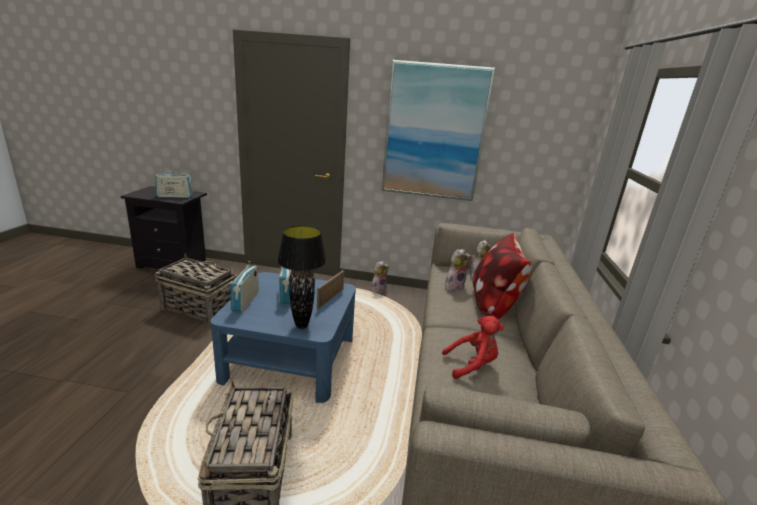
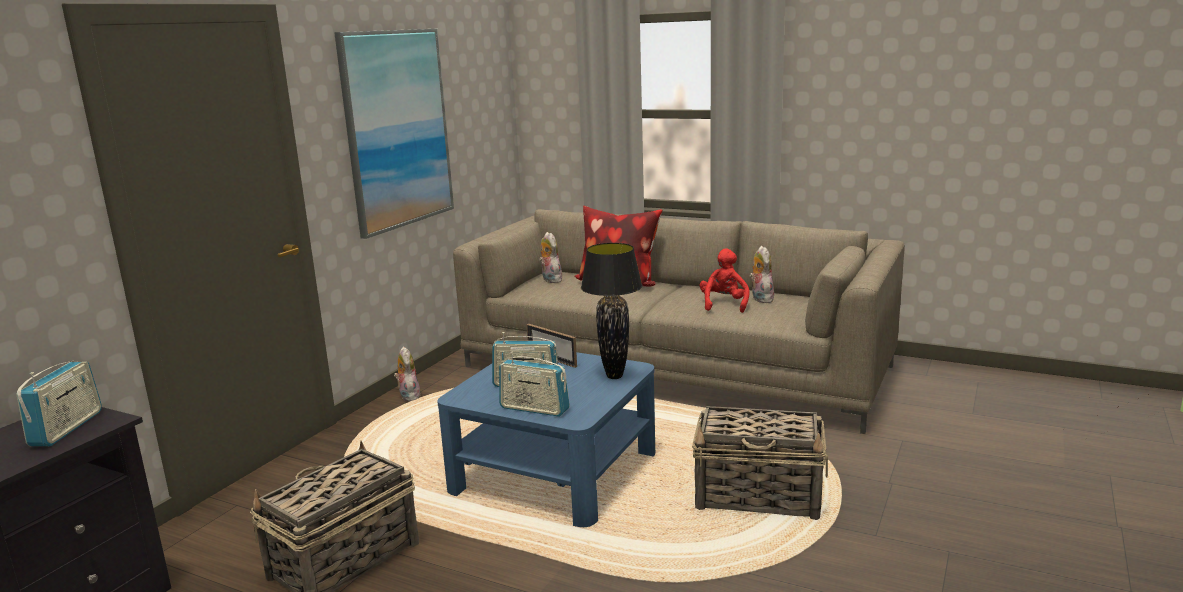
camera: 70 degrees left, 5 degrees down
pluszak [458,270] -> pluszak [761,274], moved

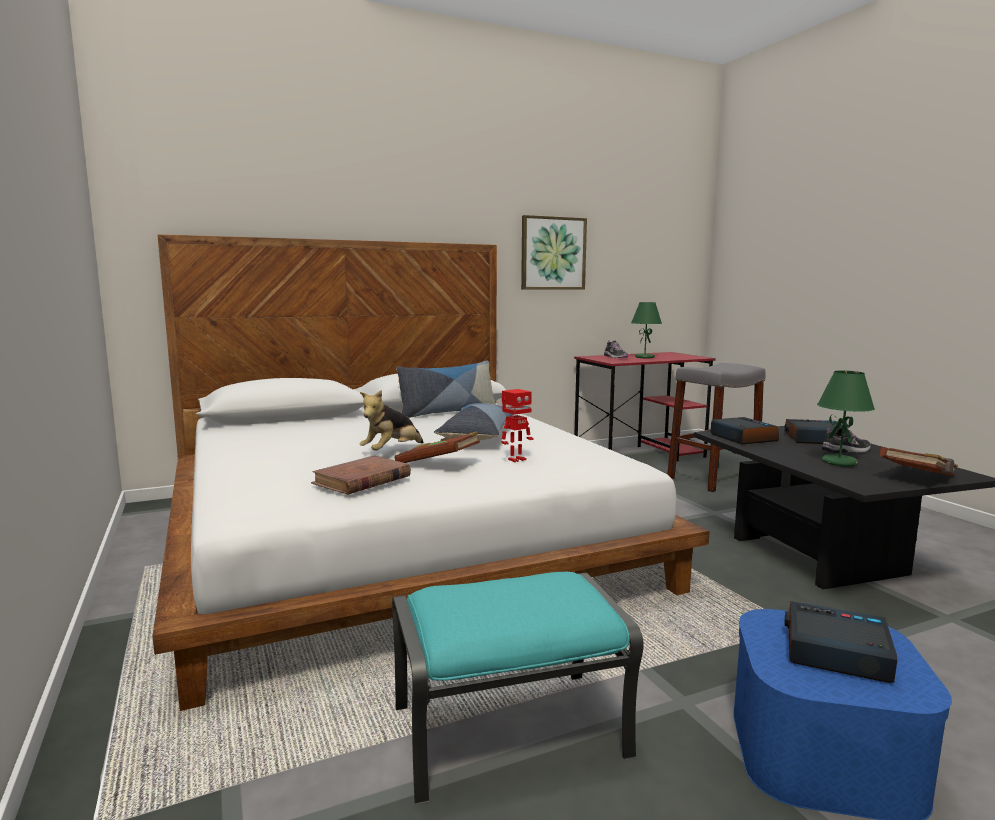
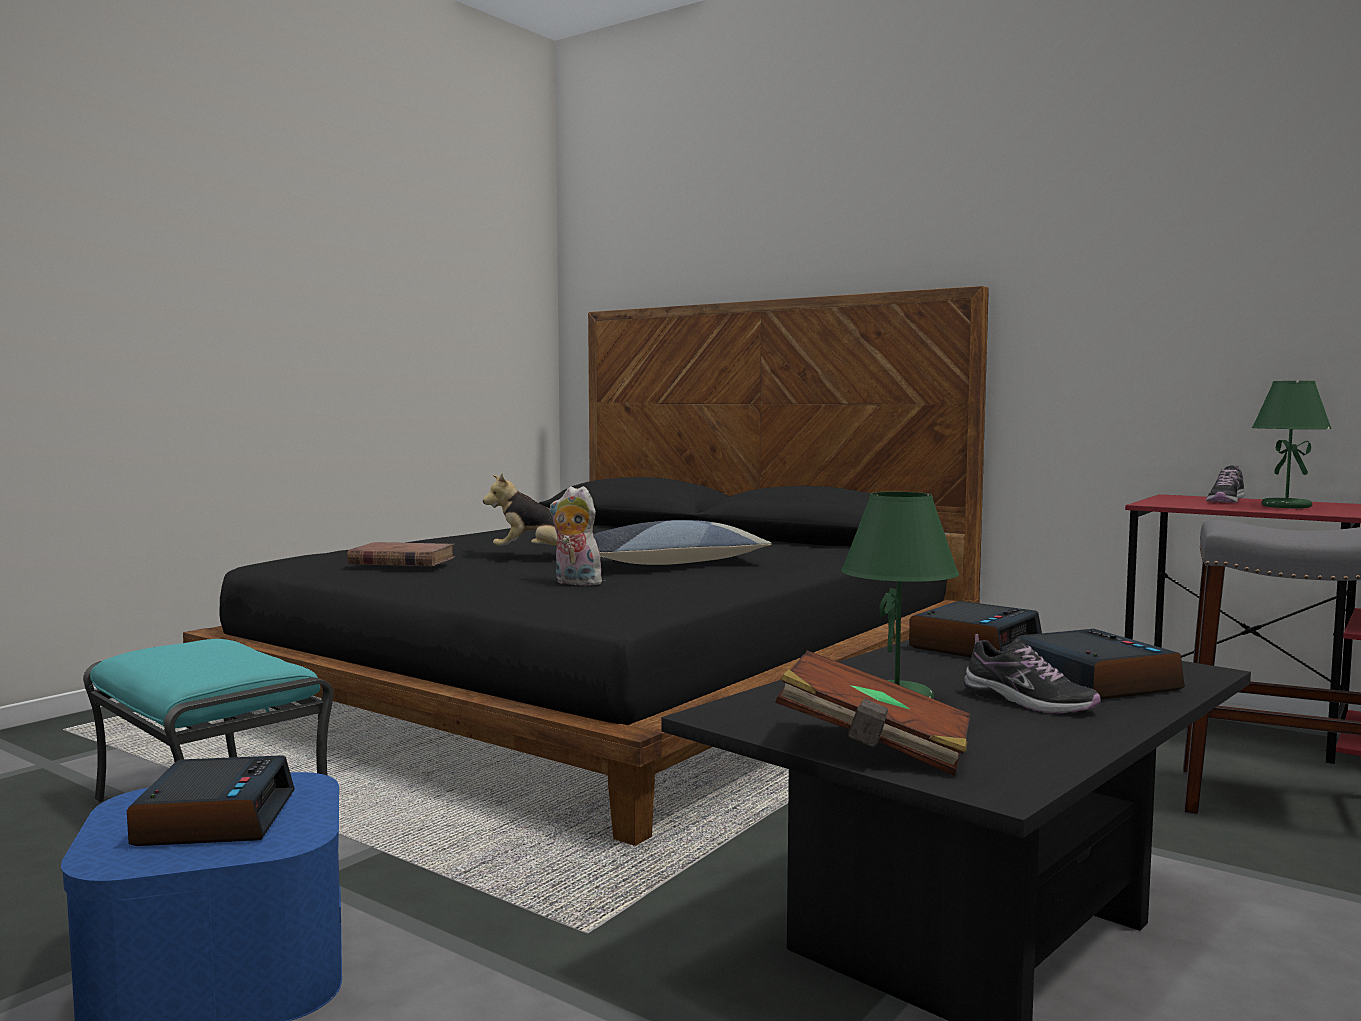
camera: 60 degrees right, 5 degrees down
łóżko/biały [431,472] -> łóżko/czarny [586,566]
robot zabawkowy [517,425] -> pluszak [576,536]
książka/brązowy [437,447] -> none
poduszka [446,389] -> none
obraz [554,252] -> none

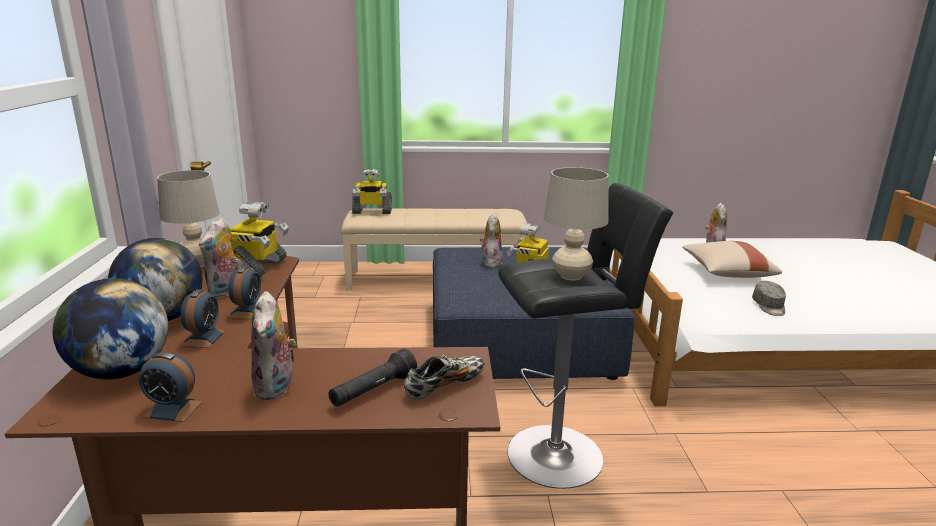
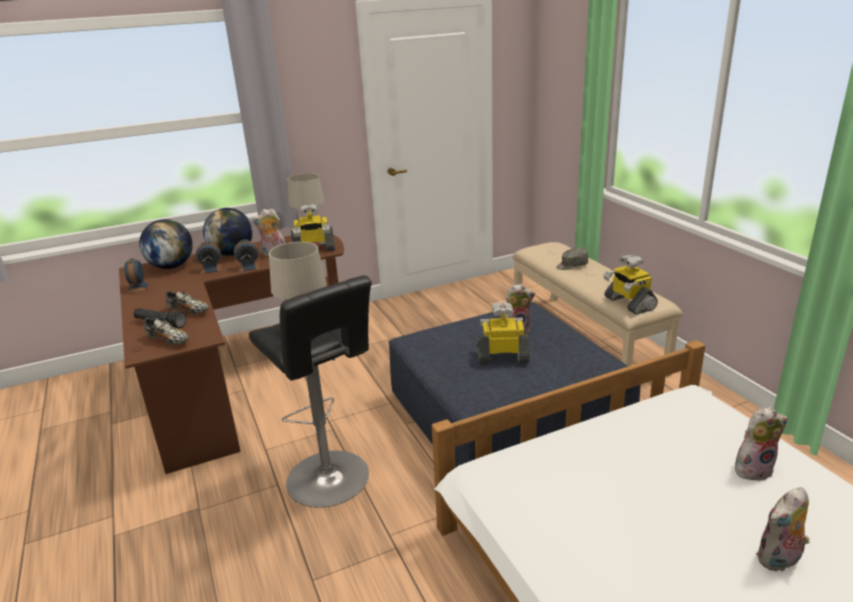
camera: 70 degrees right, 5 degrees up
none -> but [187,302]
czapka z daszkiem/szary [769,298] -> czapka z daszkiem/szary [572,259], moved
robot zabawkowy [372,191] -> robot zabawkowy [630,284], moved
pluszak [273,345] -> pluszak [783,530], moved
poduszka/beżowy [732,259] -> none

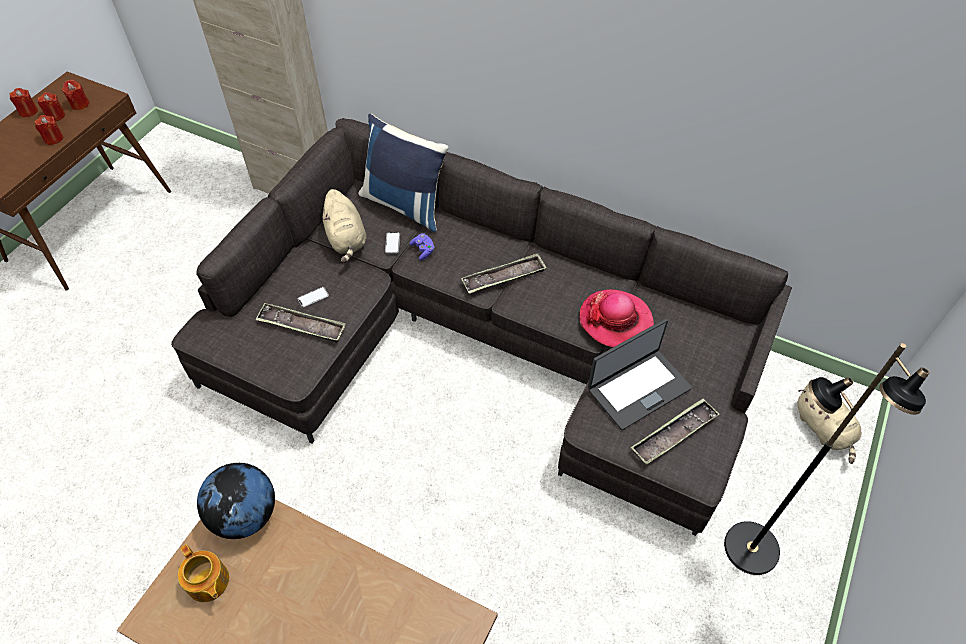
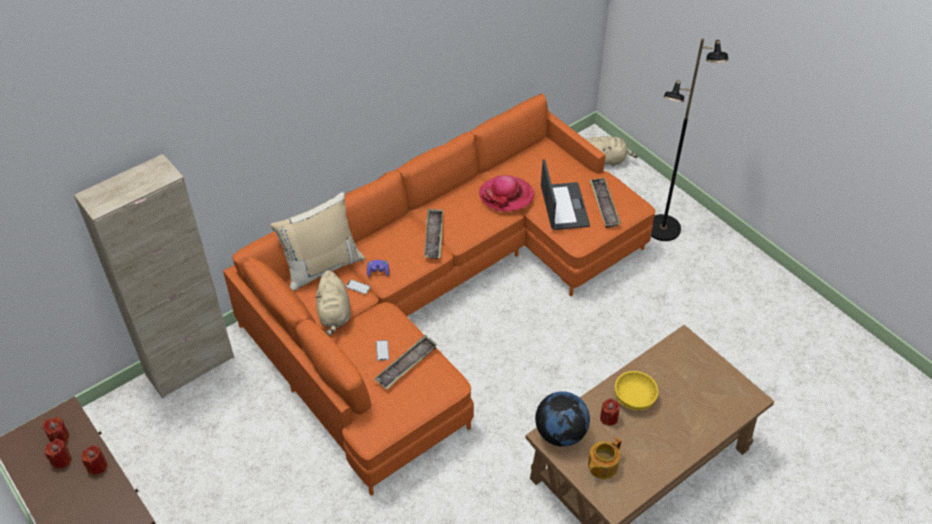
camera: 65 degrees left, 5 degrees down
kanapa/szary [481,327] -> kanapa/pomarańczowy [439,295]
poduszka/niebieski [403,173] -> poduszka/beżowy [318,241]
pluszak/beżowy [345,226] -> pluszak/beżowy [333,303], 75 degrees clockwise
imbryk [203,573] -> imbryk [605,458], 150 degrees clockwise
świeca/czerwony [23,102] -> świeca/czerwony [610,412], moved
none -> miska/żółty [636,391]

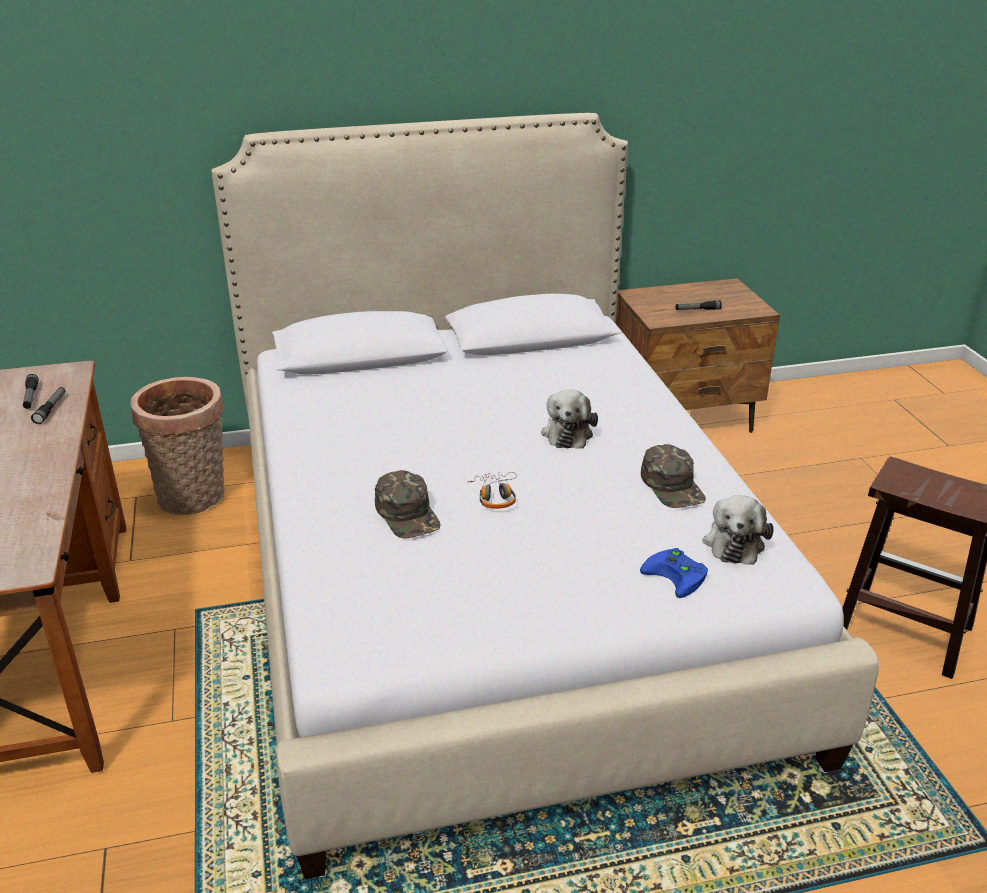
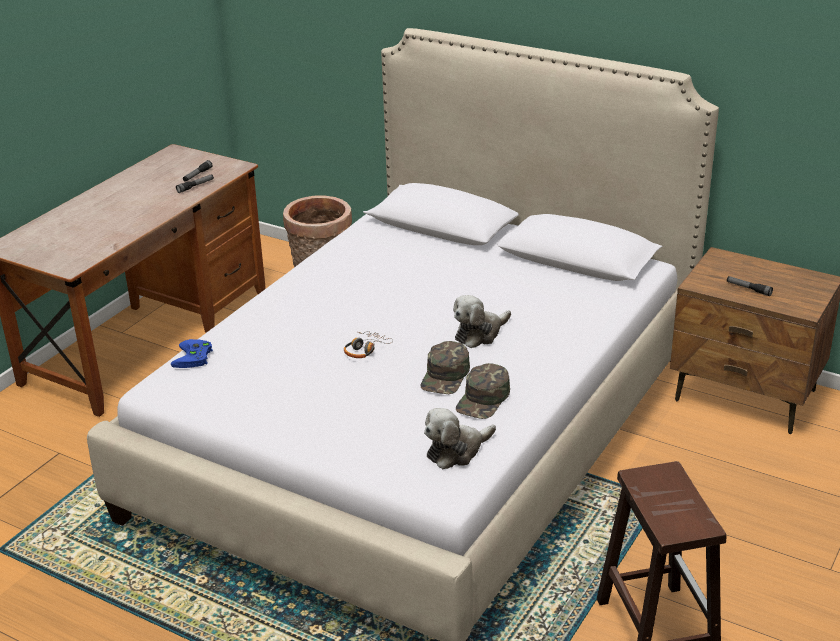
camera: 45 degrees right, 0 degrees up
pad do gier/niebieski [674,573] -> pad do gier/niebieski [192,353], moved
czapka z daszkiem/zielony [408,504] -> czapka z daszkiem/zielony [445,367], moved

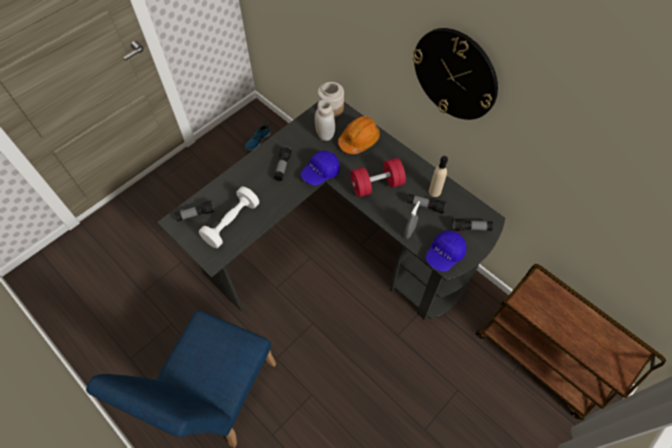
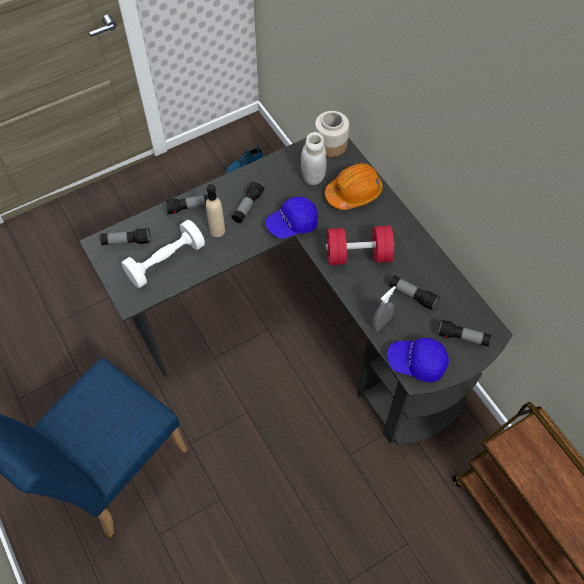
camera: 15 degrees right, 0 degrees up
none -> latarka [186,204]
butelka/beżowy [438,176] -> butelka/beżowy [215,210], moved
czapka z daszkiem/niebieski [446,251] -> czapka z daszkiem/niebieski [418,360], 45 degrees clockwise
zegar ścienny [455,74] -> none

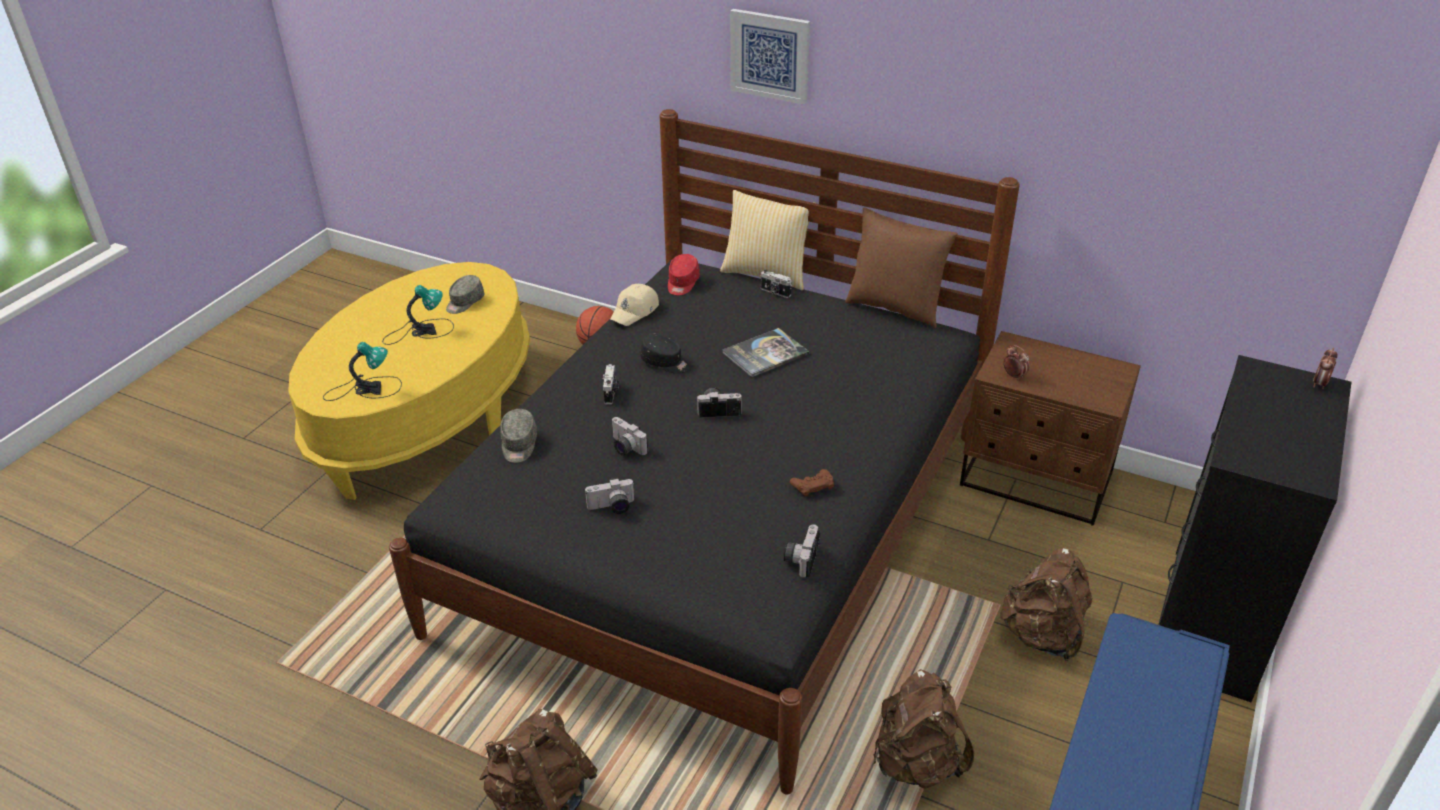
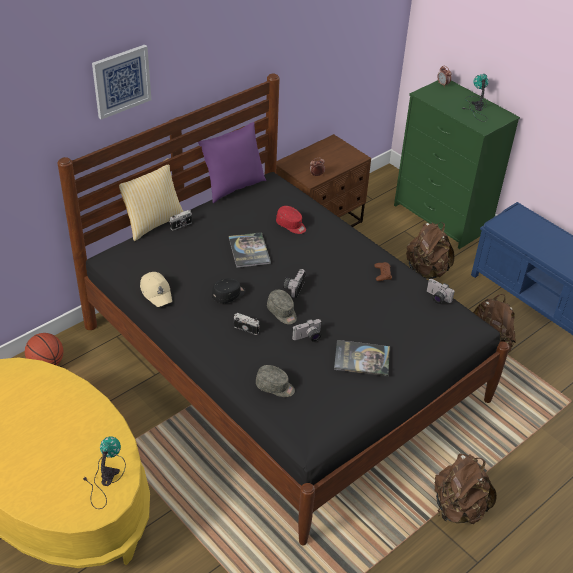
camera: 70 degrees left, 5 degrees up
poduszka/brązowy [901,268] -> poduszka/fioletowy [232,162]
czapka z daszkiem/szary [465,294] -> czapka z daszkiem/szary [282,307], moved
czapka z daszkiem/czerwony [684,274] -> czapka z daszkiem/czerwony [291,220], moved
aparat fotograficzny [609,496] -> książka [362,358]
komoda/czarny [1254,528] -> komoda/zielony [457,164]
lampa stołowa [418,315] -> lampa stołowa [475,97], moved

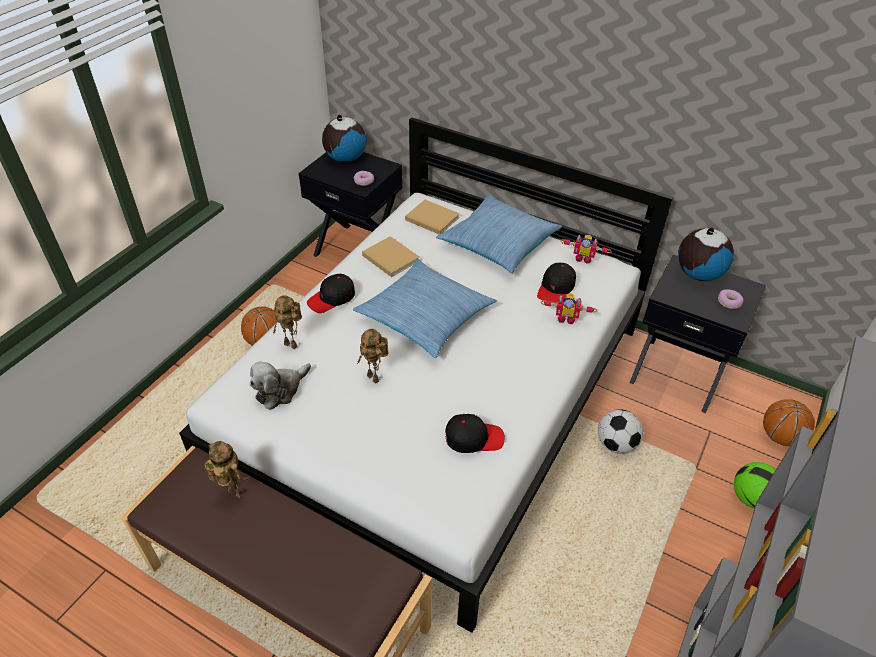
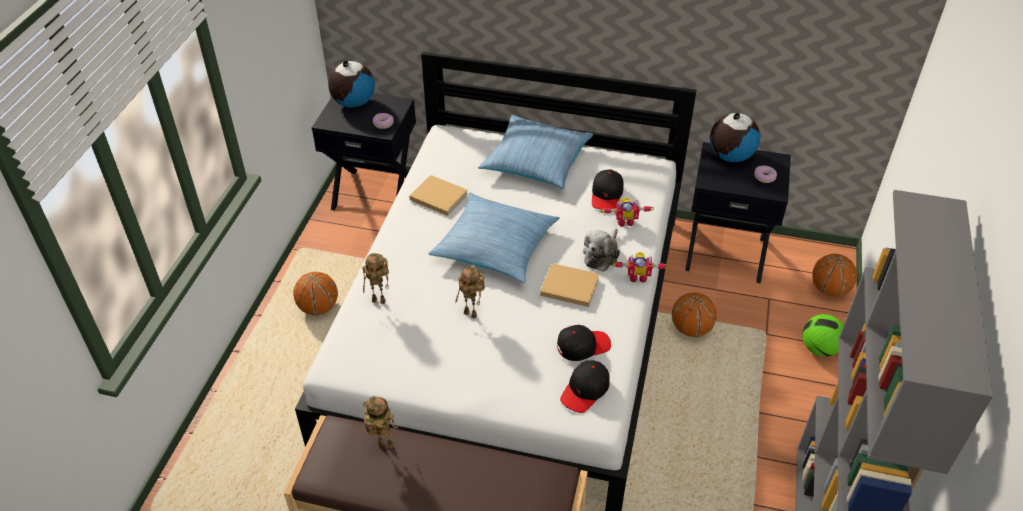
camera: 15 degrees left, 0 degrees up
książka/beżowy [432,217] -> książka/beżowy [569,285], moved
czapka z daszkiem/czarny [331,293] -> czapka z daszkiem/czarny [585,386], moved
pluszak [280,385] -> pluszak [601,250], moved
robot zabawkowy [586,249] -> robot zabawkowy [640,267], moved
piłka futbolowa [620,431] -> piłka do koszykówki [694,314]

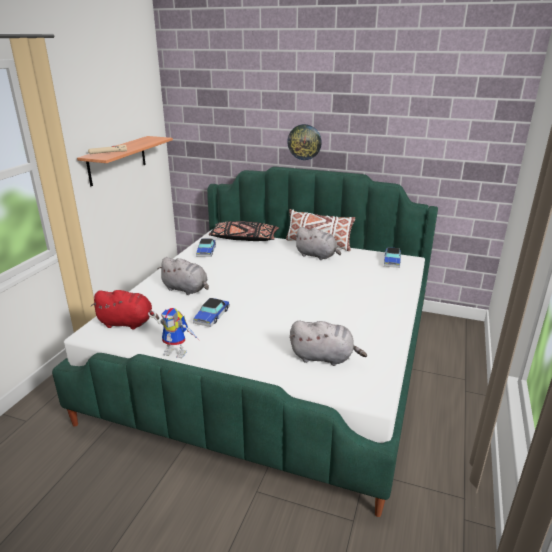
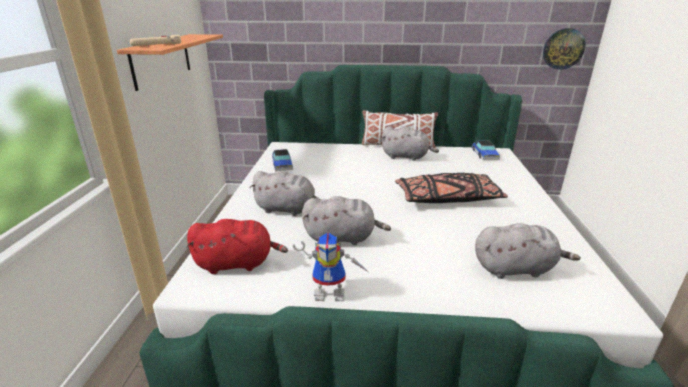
camera: 15 degrees left, 0 degrees up
samochodzik [211,312] -> pluszak/szary [346,220]
poduszka/czarny [244,231] -> poduszka/czarny [451,188], moved
zegar ścienny [304,142] -> zegar ścienny [564,49], moved

